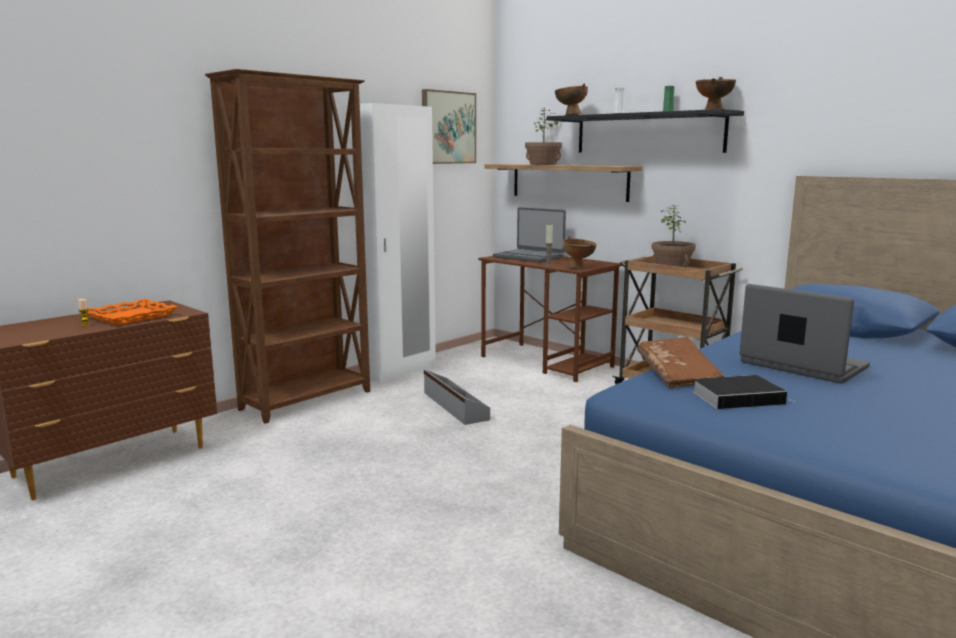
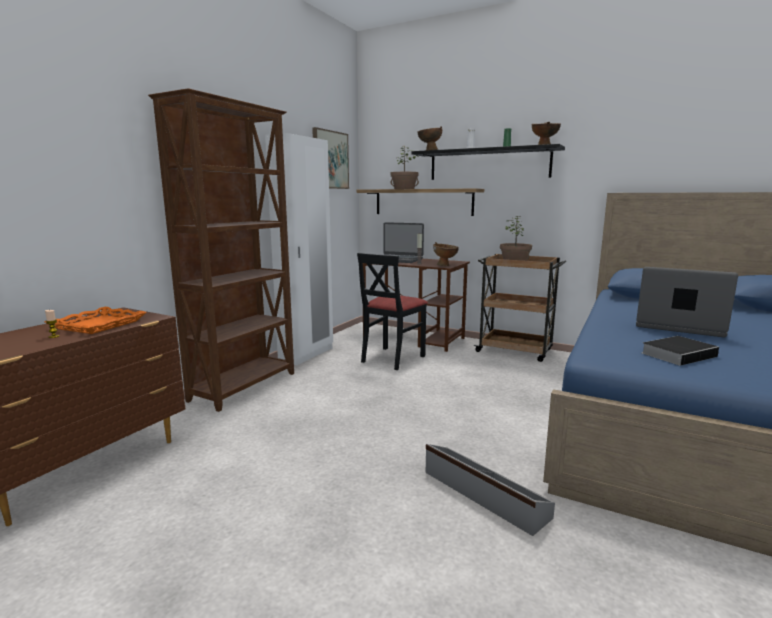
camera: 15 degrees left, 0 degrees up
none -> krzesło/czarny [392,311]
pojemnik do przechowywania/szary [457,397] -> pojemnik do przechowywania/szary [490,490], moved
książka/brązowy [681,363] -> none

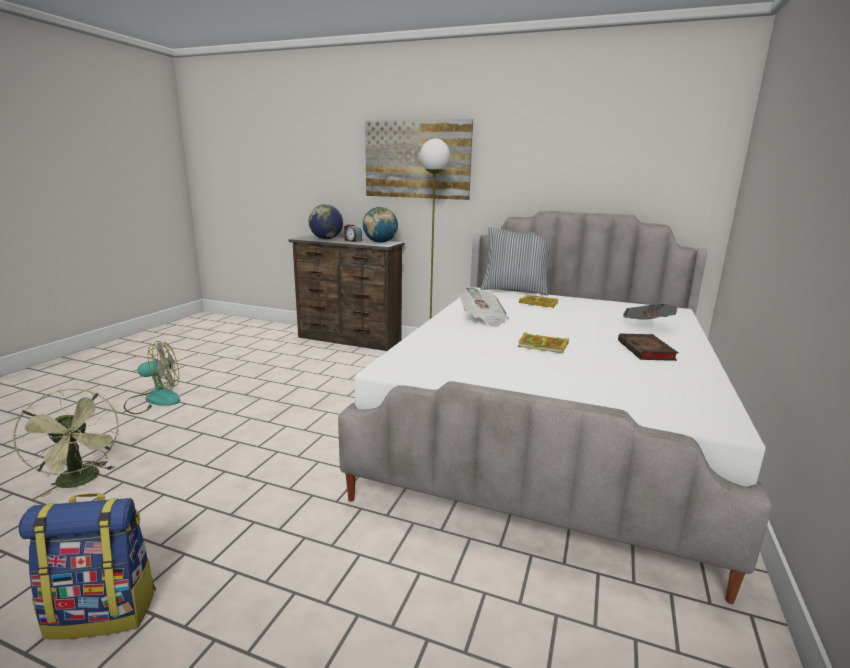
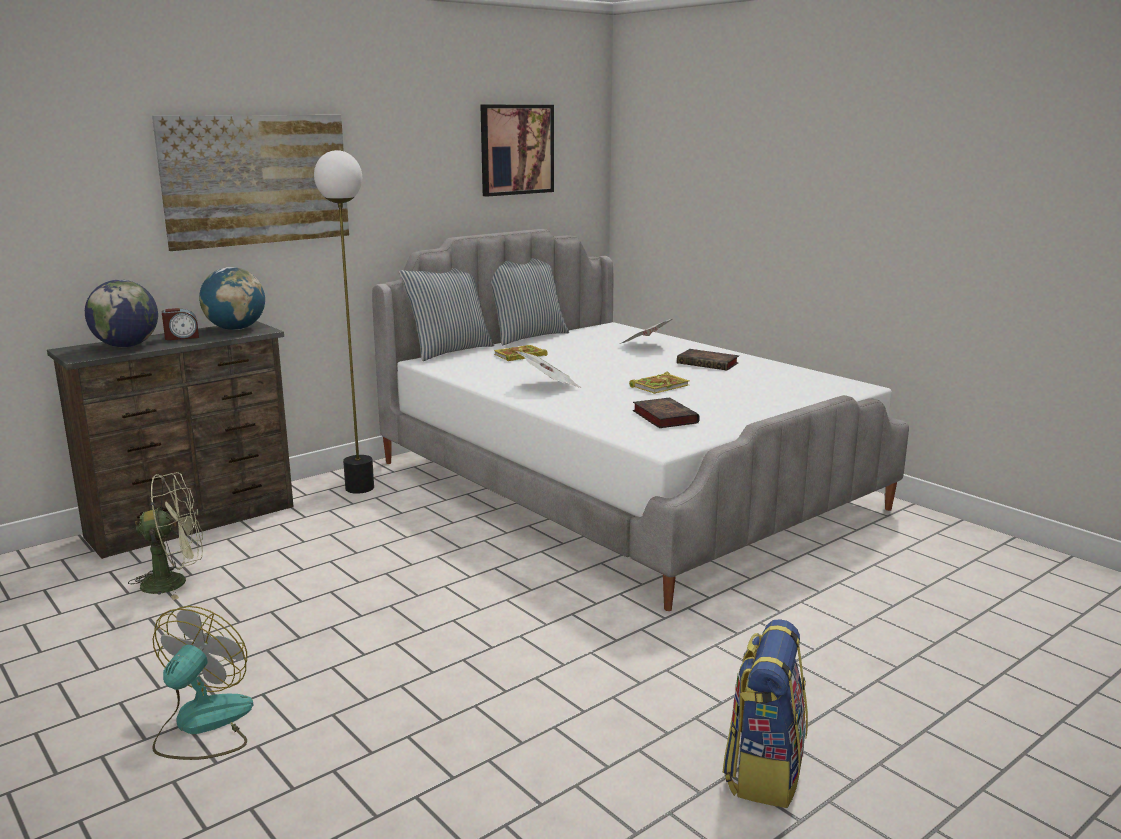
camera: 60 degrees left, 0 degrees up
wentylator/zielony [66,443] -> wentylator/zielony [165,536], moved
none -> obraz [517,151]
none -> poduszka [530,301]
none -> książka [666,412]

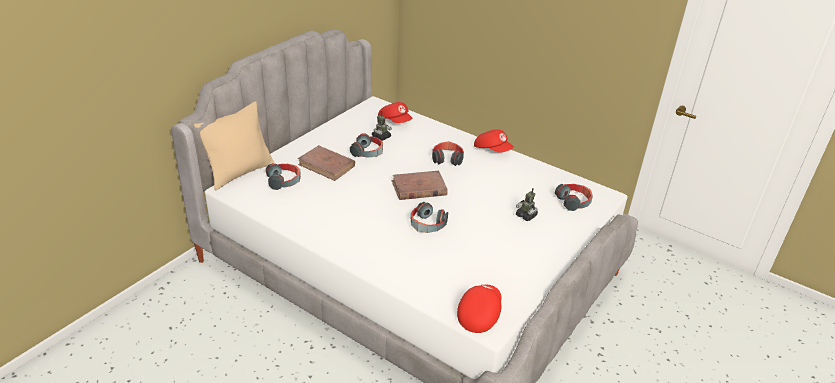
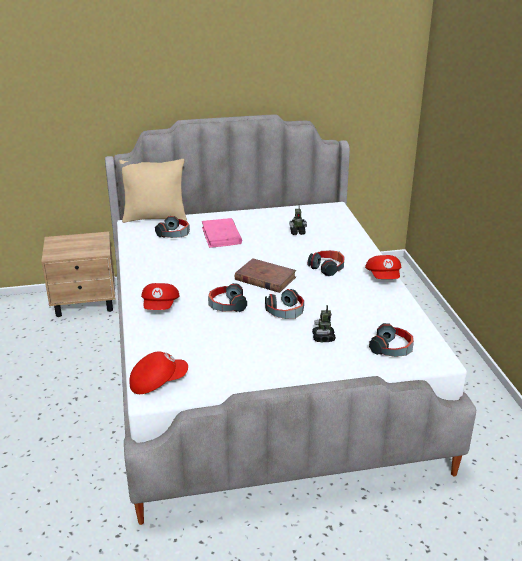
camera: 45 degrees right, 5 degrees down
none -> szafka nocna/beżowy [78,274]
czapka z daszkiem/czerwony [395,112] -> czapka z daszkiem/czerwony [160,296], moved
książka/brązowy [326,163] -> książka/różowy [222,233]
słuchawki [366,146] -> słuchawki [284,304], moved

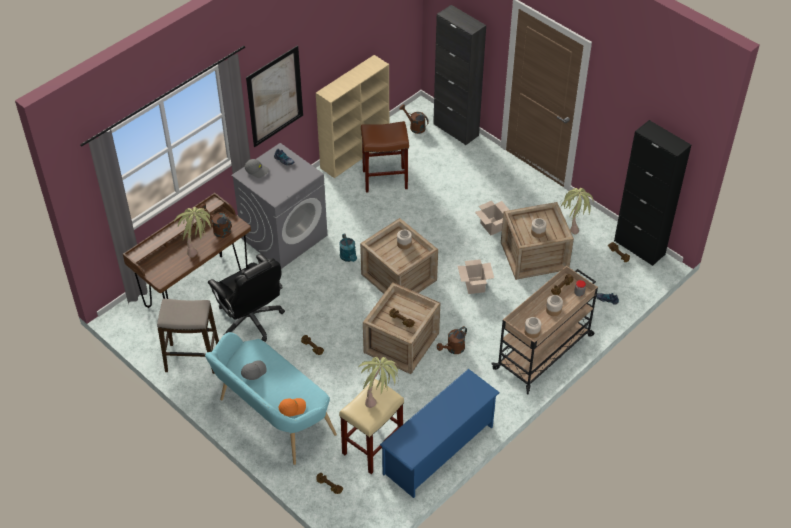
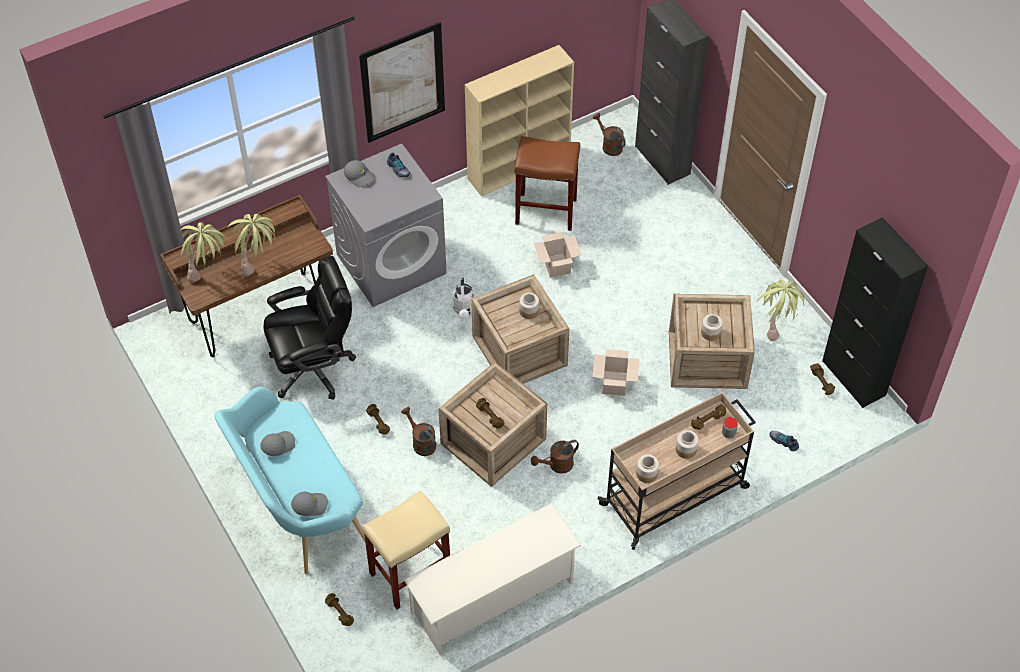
camera: 15 degrees right, 5 degrees up
roślina doniczkowa [378,382] -> roślina doniczkowa [203,252], moved
krzesło biurowe/czarny [246,298] -> krzesło biurowe/czarny [309,328], 90 degrees counterclockwise
czapka z daszkiem/pomarańczowy [292,407] -> czapka z daszkiem/szary [309,504]
konewka/brązowy [216,221] -> konewka/brązowy [418,431], moved
regał na buty/niebieski [440,433] -> regał na buty/biały [492,579]
konewka/turkusowy [348,247] -> konewka/biały [463,298]
karton [492,218] -> karton [558,255], moved
stołek [188,336] -> none

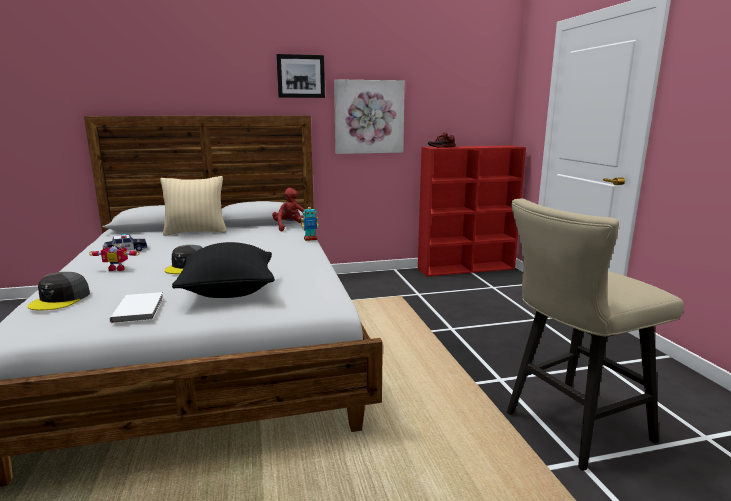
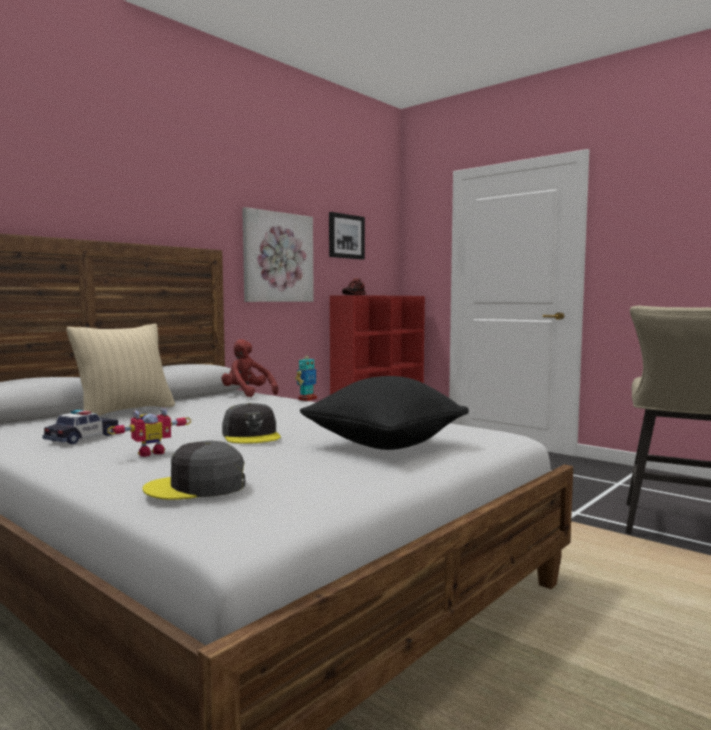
camera: 35 degrees left, 10 degrees down
czapka z daszkiem/szary [58,291] -> czapka z daszkiem/szary [194,470], 105 degrees clockwise
obraz [300,76] -> obraz [347,236], moved
książka/biały [136,308] -> none

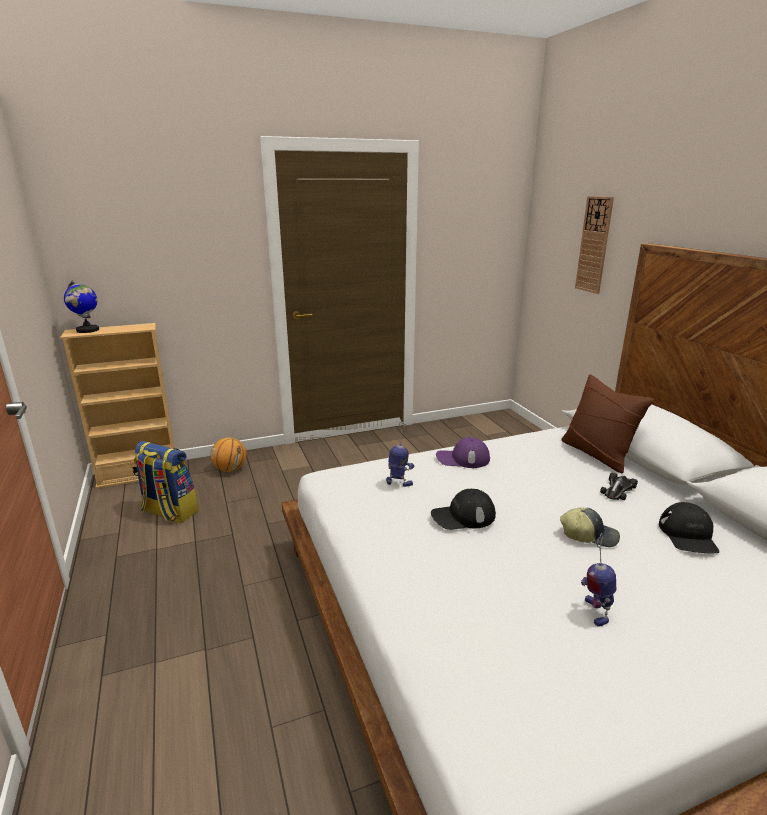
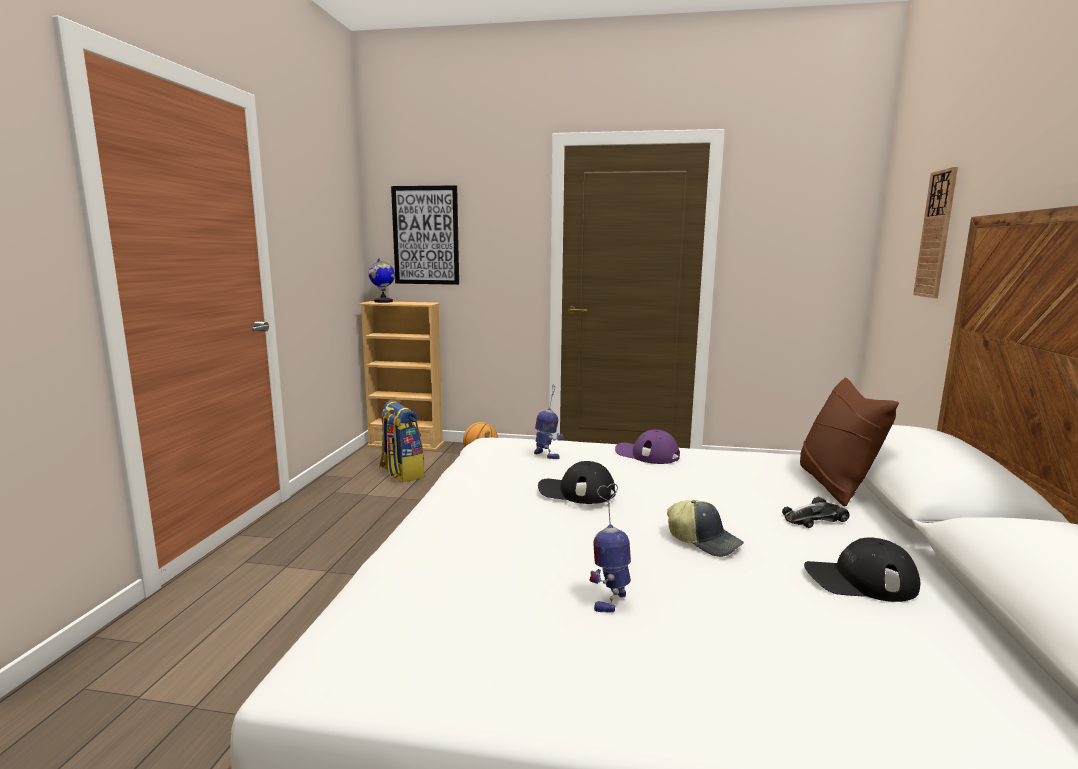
camera: 30 degrees right, 10 degrees down
none -> obraz [425,235]
czapka z daszkiem/czarny [689,527] -> czapka z daszkiem/czarny [862,569], 60 degrees clockwise

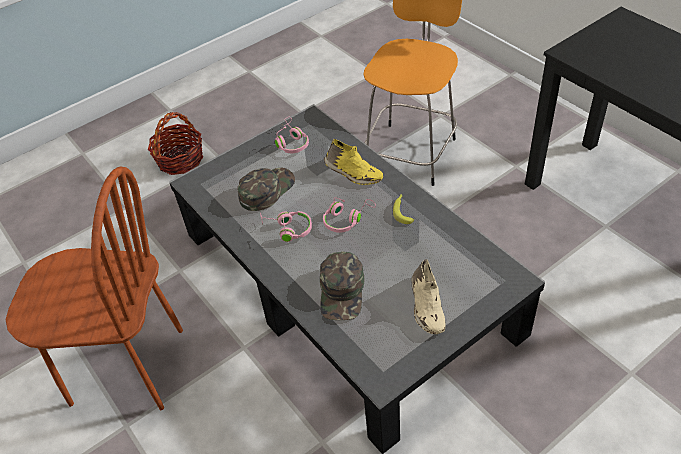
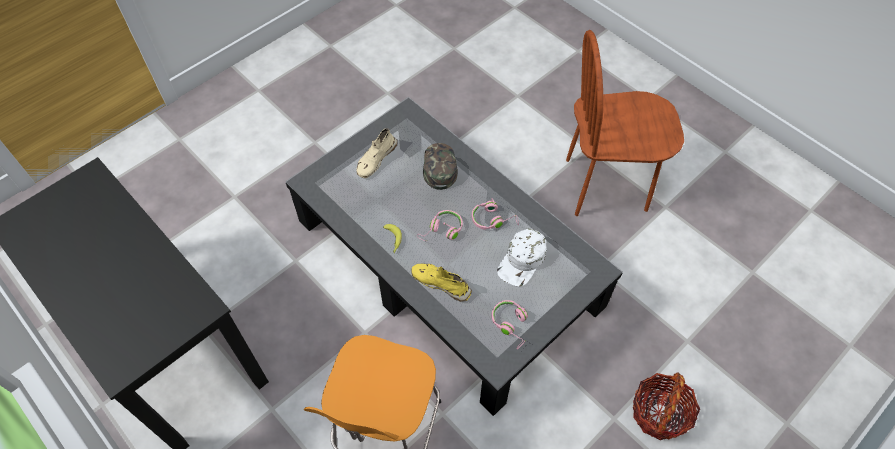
camera: 170 degrees right, 10 degrees up
but/beżowy [428,296] -> but/beżowy [377,153], 135 degrees counterclockwise
czapka z daszkiem/zielony [266,189] -> czapka z daszkiem/biały [522,258]

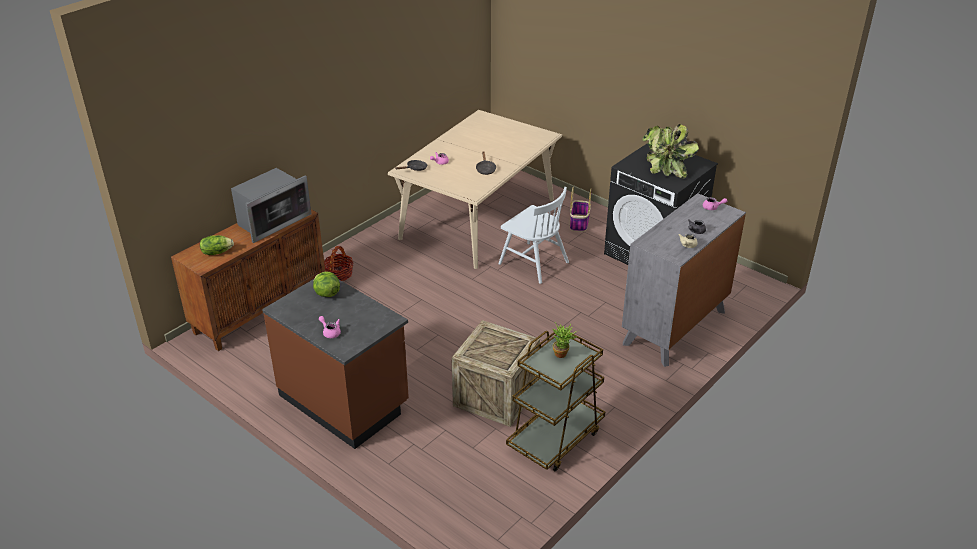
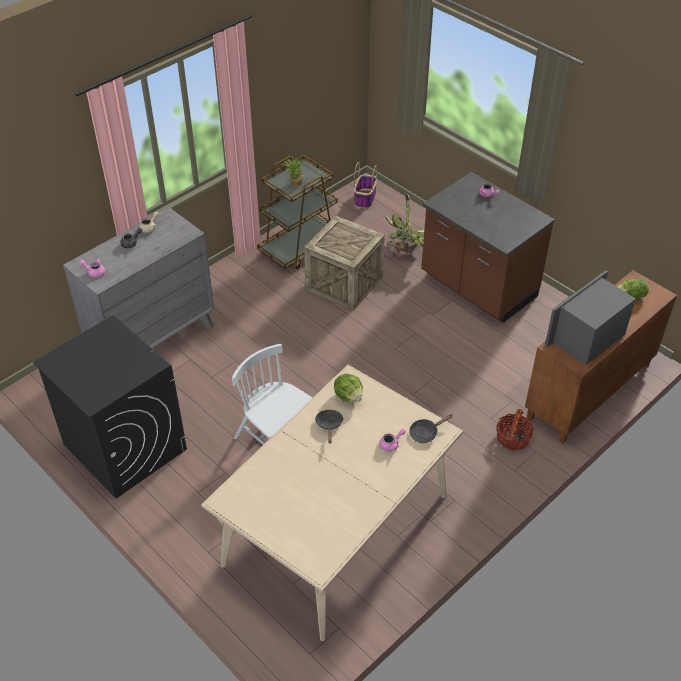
camera: 175 degrees left, 10 degrees up
sałata [326,284] -> sałata [348,388], moved
koszyk [580,209] -> koszyk [365,185], moved
roślina doniczkowa [670,151] -> roślina doniczkowa [404,226], moved

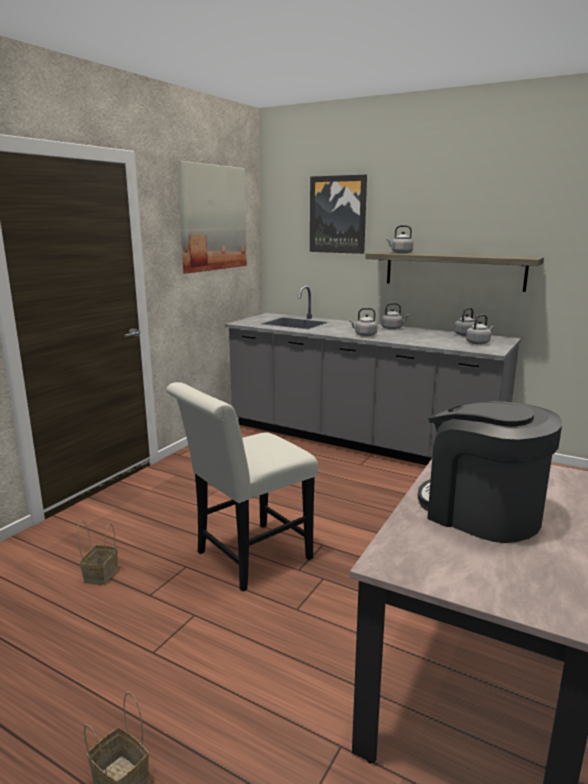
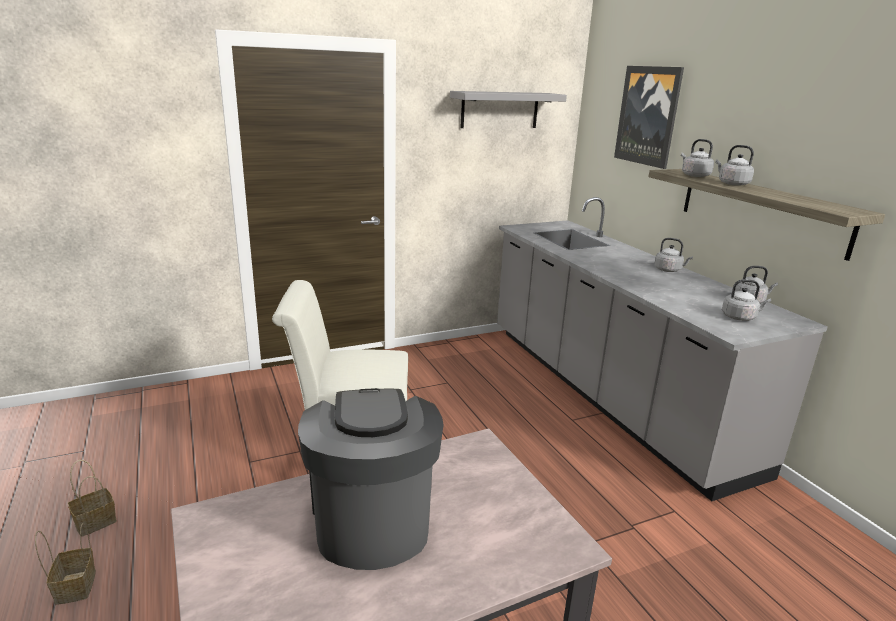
camera: 35 degrees right, 5 degrees up
koszyk [97,553] -> koszyk [92,498], moved
obraz [212,217] -> półka/szary [508,109]
czajnik/szary [363,322] -> czajnik/szary [734,165], moved

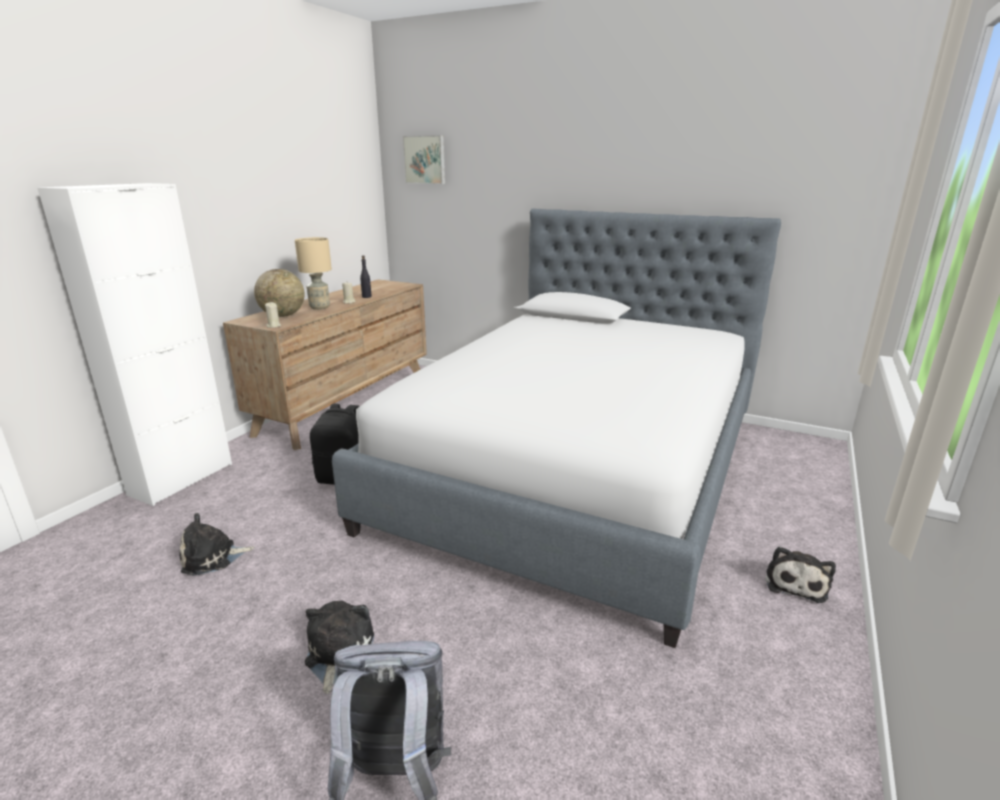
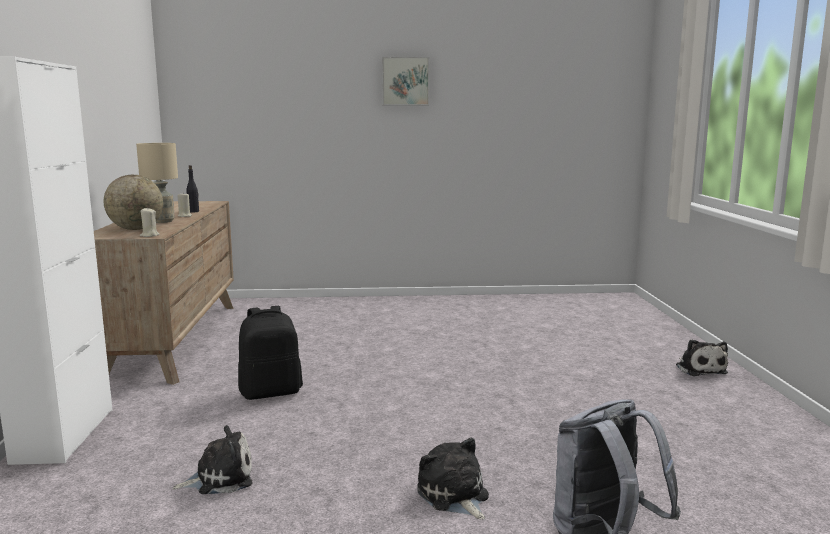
camera: 30 degrees left, 10 degrees down
pluszak [216,544] -> pluszak [212,459], 150 degrees counterclockwise
obraz [424,159] -> obraz [405,81], moved
łóżko [556,428] -> none

